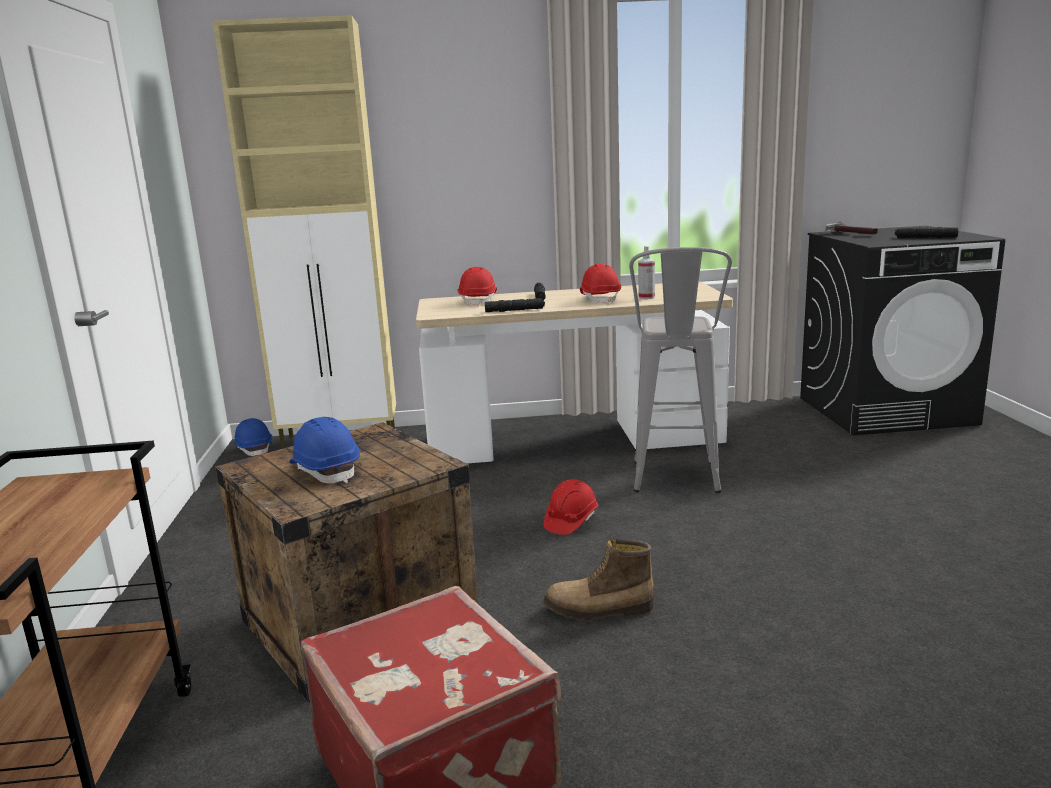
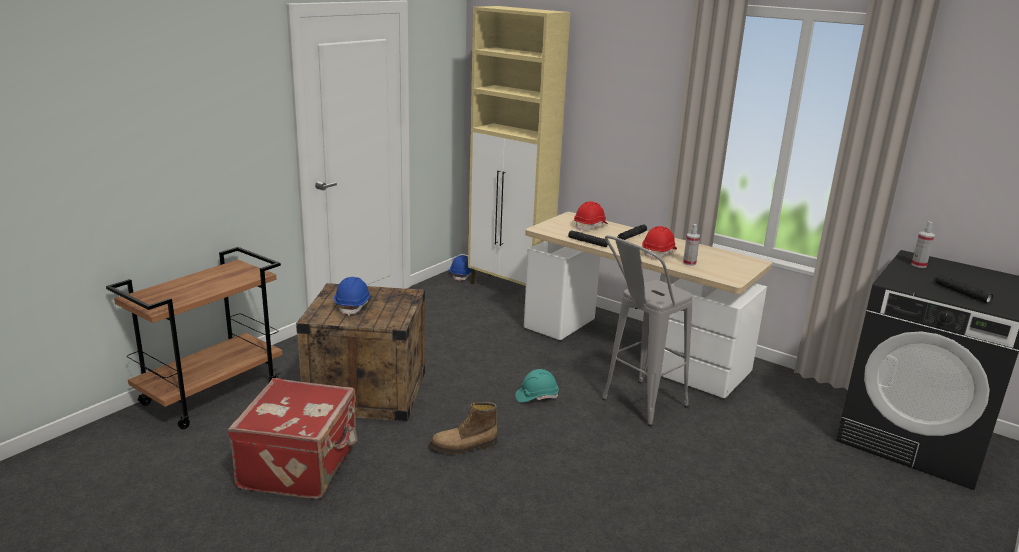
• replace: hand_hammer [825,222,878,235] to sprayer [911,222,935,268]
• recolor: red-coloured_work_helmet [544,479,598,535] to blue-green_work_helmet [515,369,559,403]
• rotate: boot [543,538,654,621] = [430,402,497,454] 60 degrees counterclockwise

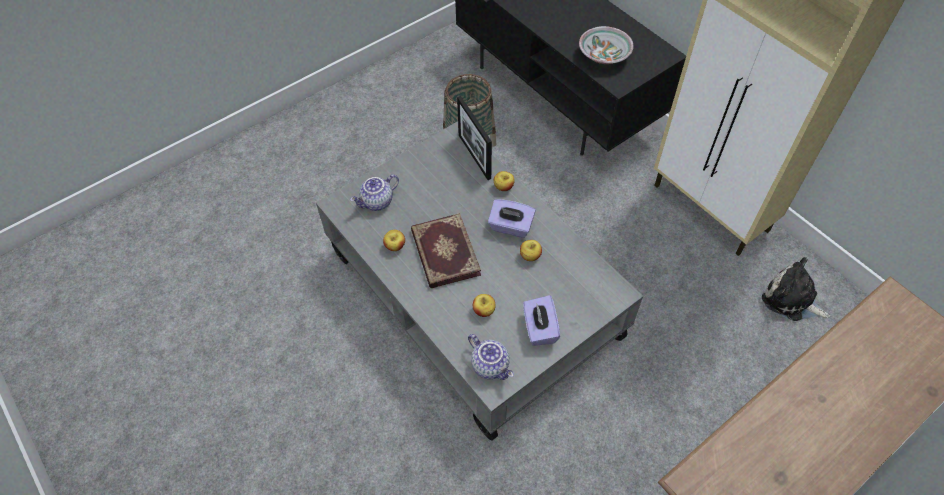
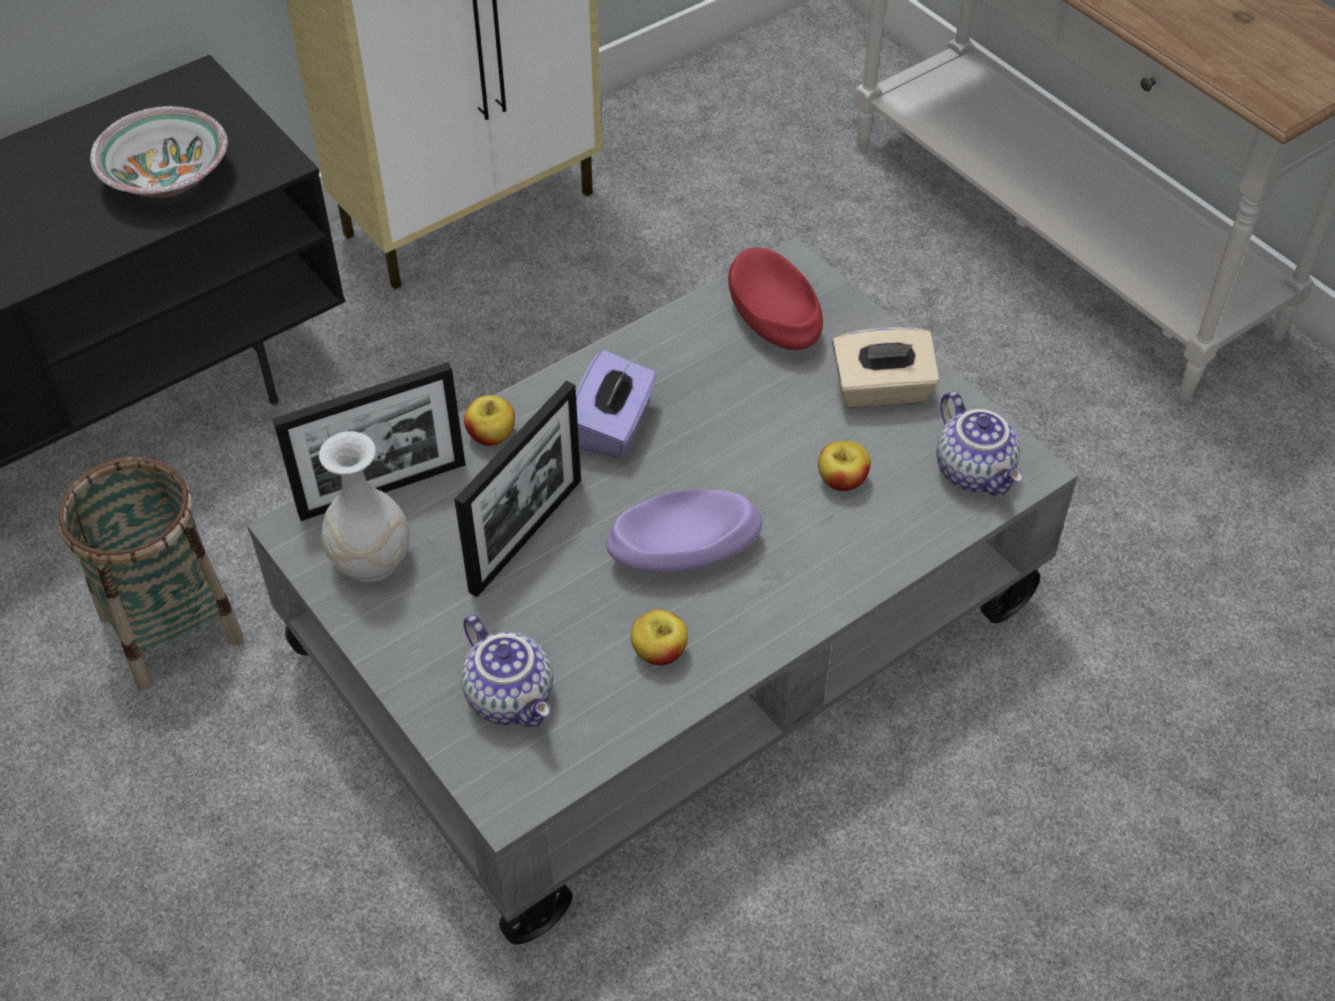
• delete: apple [520,240,542,261]
• delete: soft_toy [762,257,830,321]
• insert: whitish_flower_vase [319,431,410,582]
• insert: standing_frame [454,381,581,597]
• insert: red-coloured_serving_bowl [728,248,823,350]
• replace: volume [411,213,481,288] to purplish_serving_bowl [606,490,762,573]
• recolor: purplish_box_of_tissues [523,295,560,346] to beige-coloured_box_of_tissues [832,327,939,409]
• rotate: pot_for_tea [468,334,514,380] = [937,391,1023,496] 105 degrees clockwise

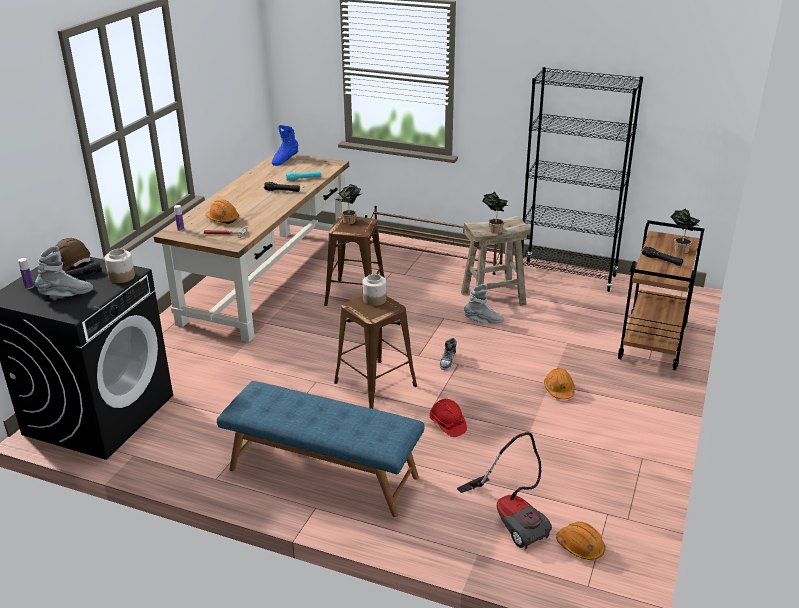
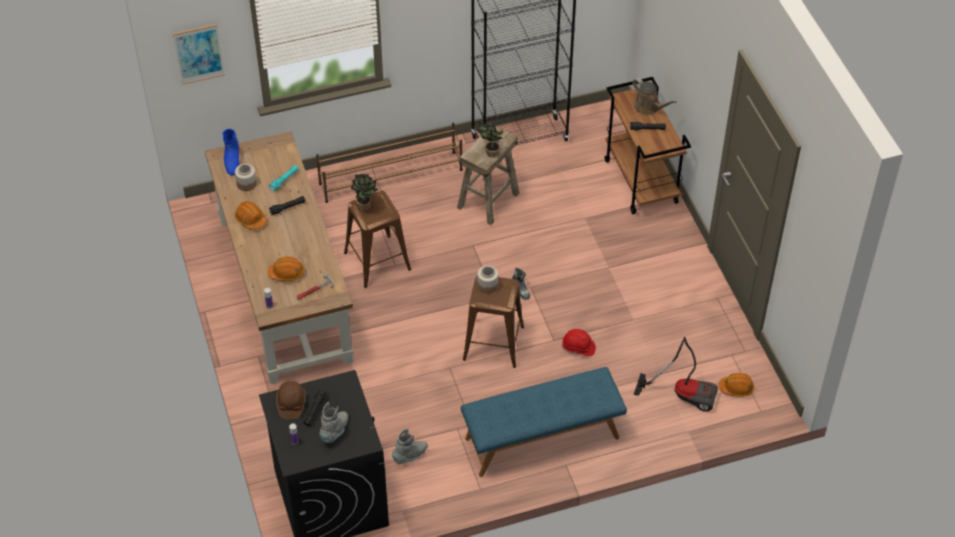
• insert: wall_picture [173,24,225,85]
• move: storage_jar [105,249,135,283] to [235,164,257,191]
• move: gray_boot [464,284,504,324] to [392,428,428,464]
• move: orange_work_helmet [544,368,575,399] to [235,201,267,230]
• replace: plant_in_a_pot [670,208,701,254] to brown_sprinkling_can [632,78,677,115]

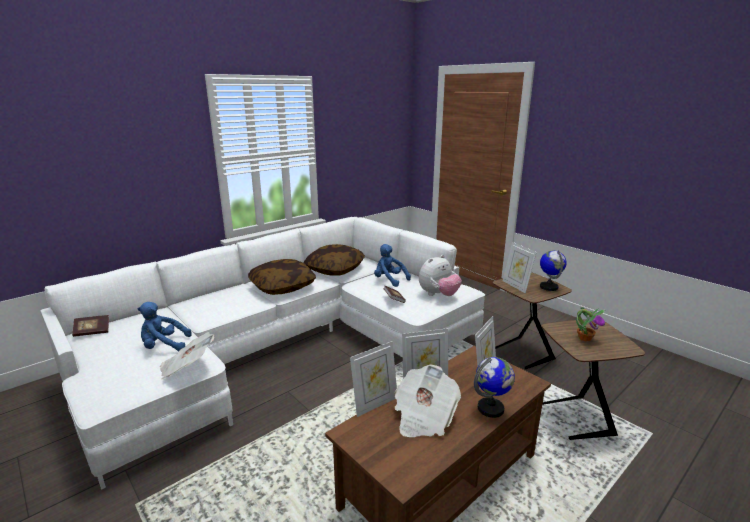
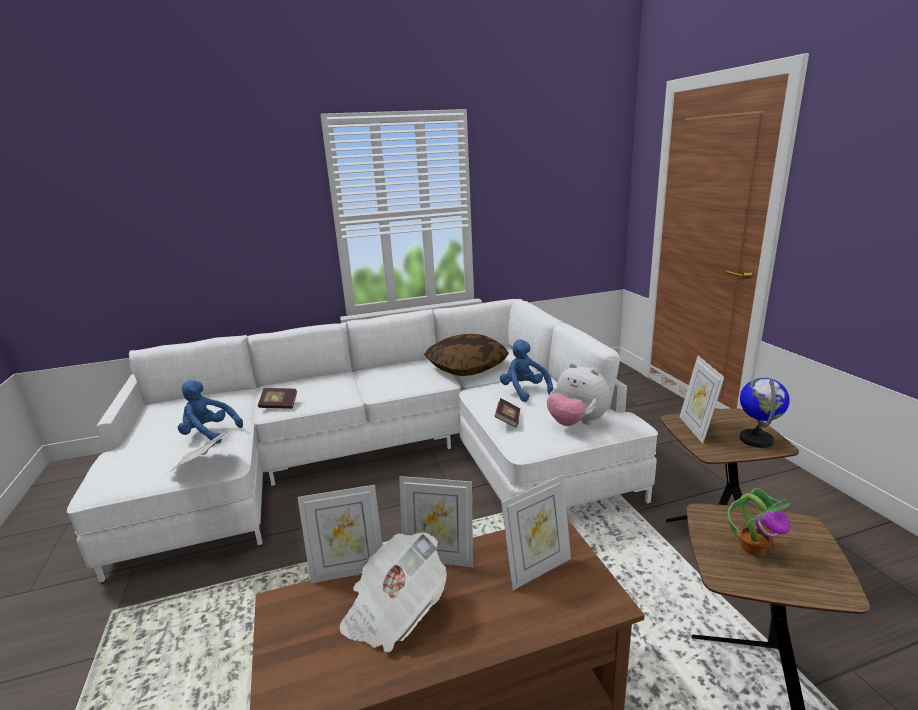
• delete: cushion [248,259,316,295]
• delete: desk_globe [474,357,515,418]
• move: volume [72,315,109,337] to [258,388,297,409]
• rotate: soft_toy [419,255,462,296] = [547,363,610,426] 60 degrees clockwise

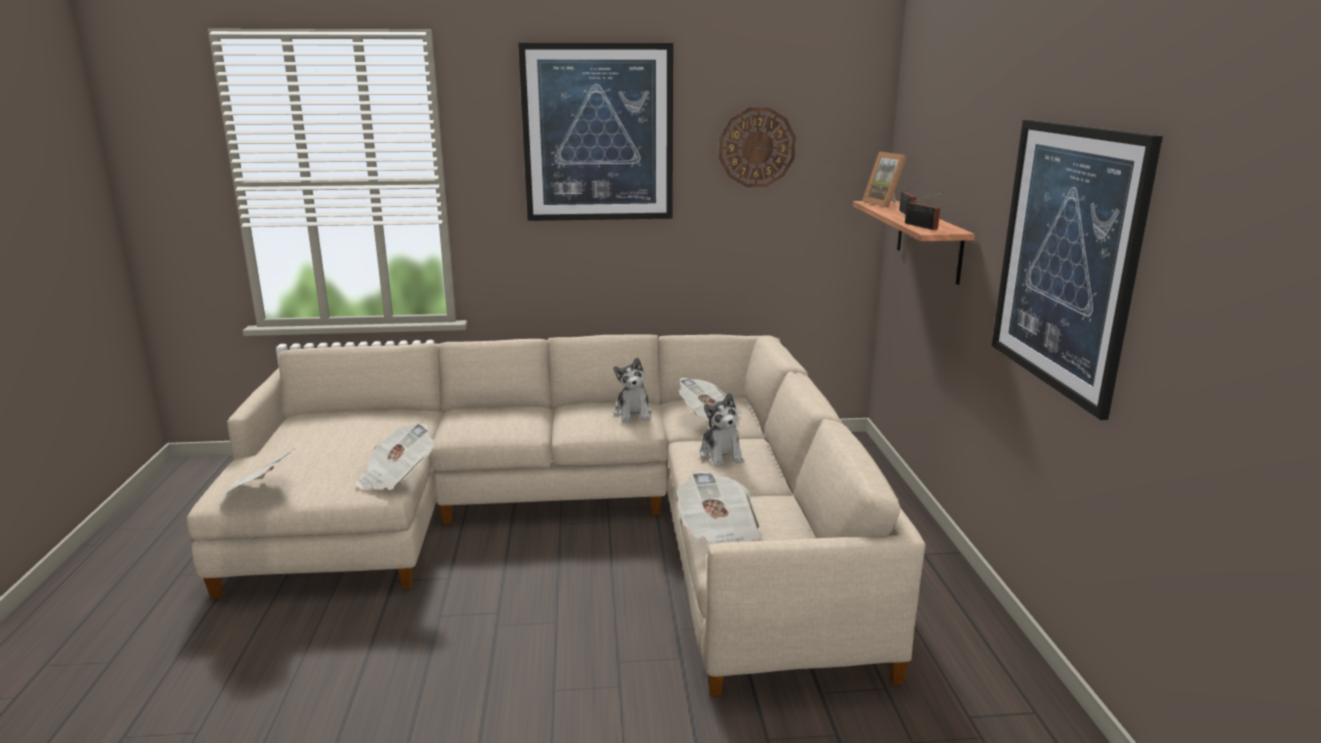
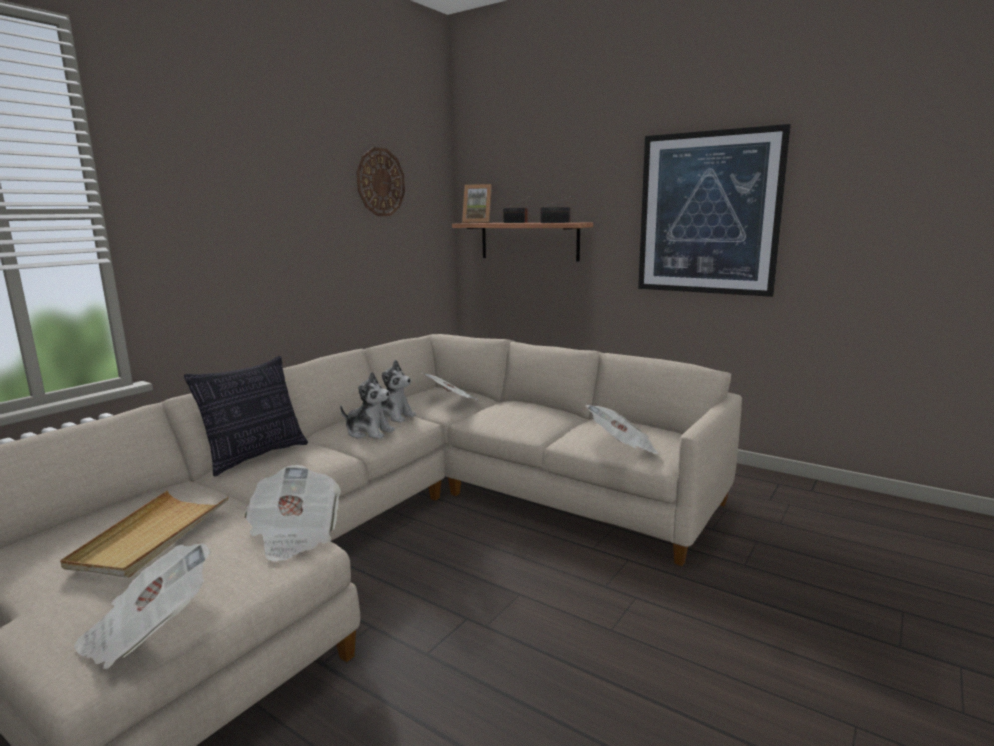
• delete: wall_picture [518,43,673,221]
• insert: beige-coloured_serving_tray [60,491,229,578]
• insert: cushion [184,356,308,477]
• move: soft_toy [699,393,745,467] to [340,372,395,439]

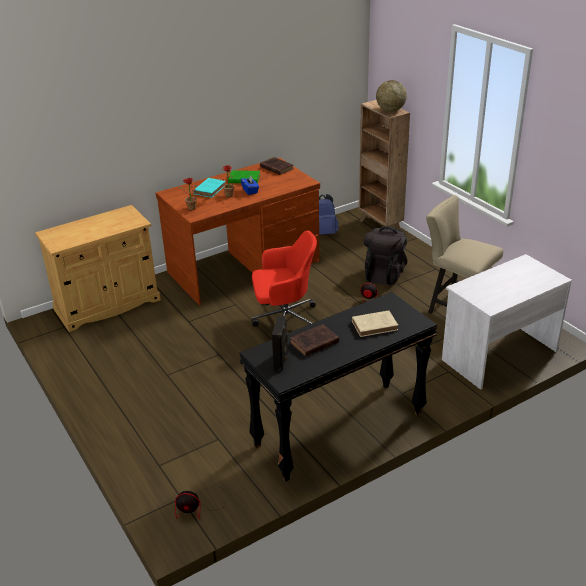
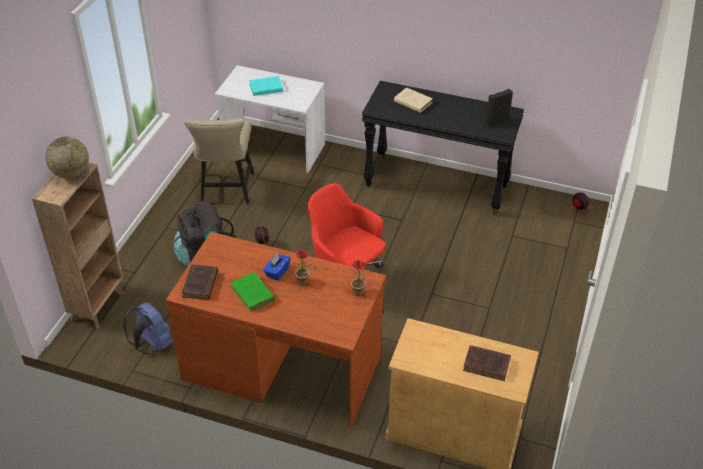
• move: blue-green_volume [193,178,225,198] to [249,76,283,96]
• move: brown_volume [290,324,339,357] to [463,345,511,381]

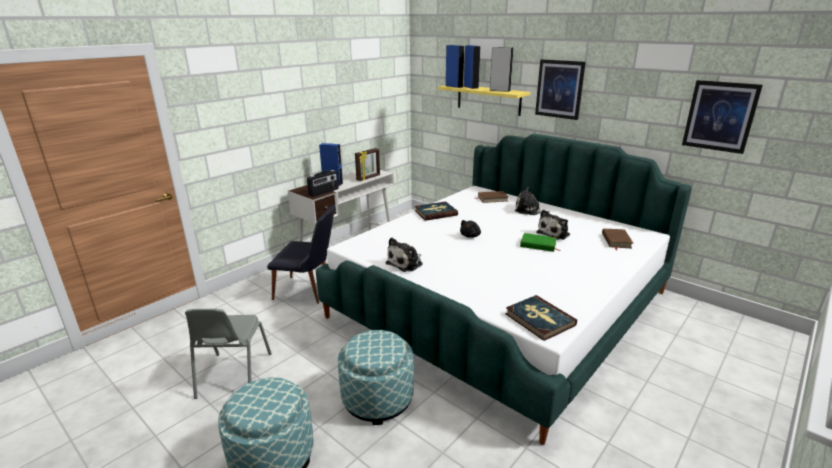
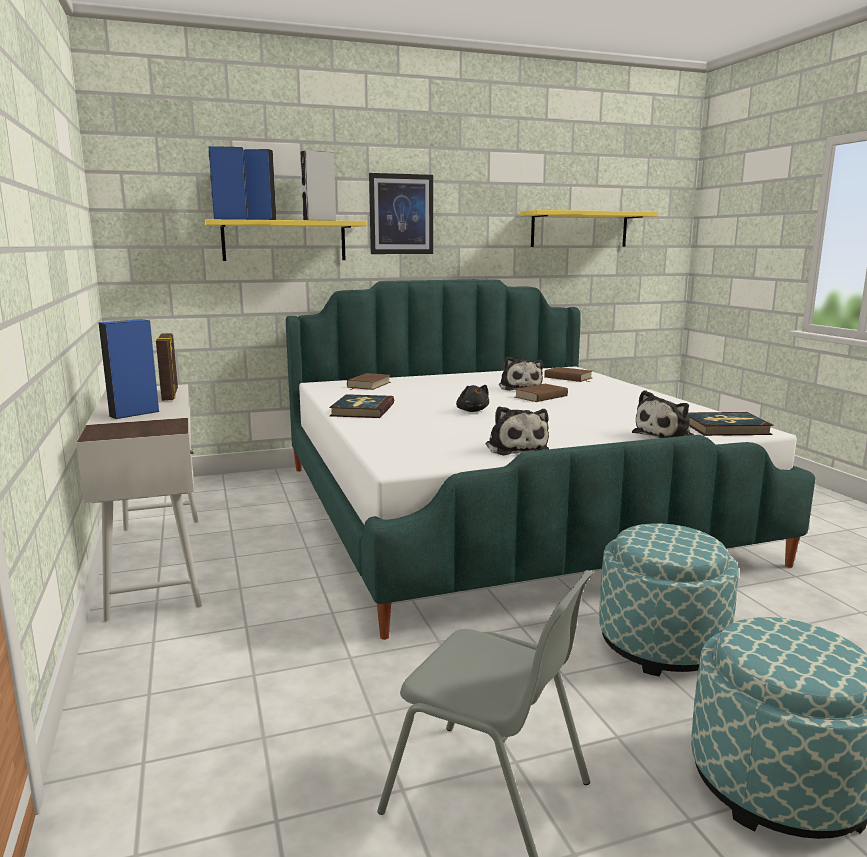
• delete: black_upright_chair [267,205,335,304]
• delete: radio [307,170,339,197]
• move: soft_toy [515,187,549,215] to [632,390,694,438]
• replace: wall_picture [682,80,763,154] to yellow_wall_shelf [520,210,658,247]
• recolor: green-coloured_volume [520,233,561,252] to brown_volume [514,384,568,402]

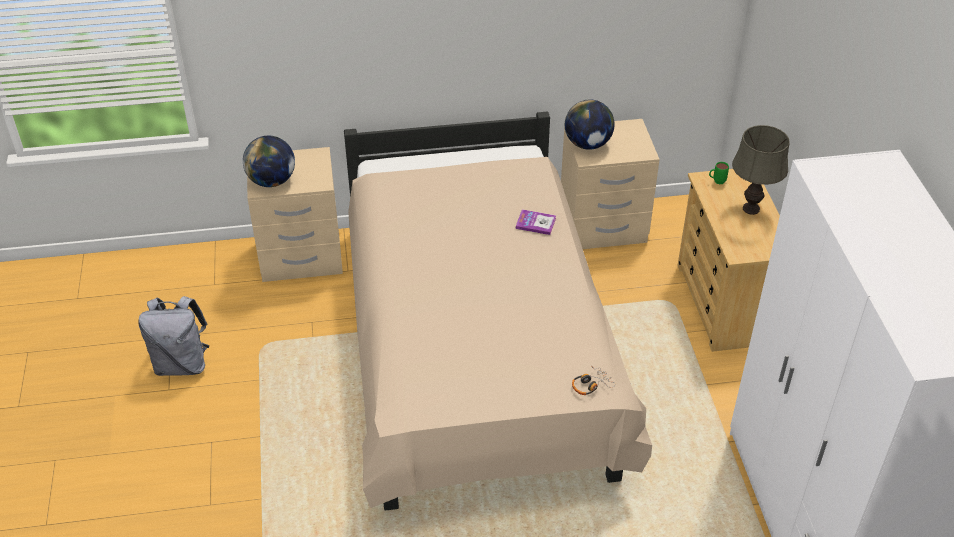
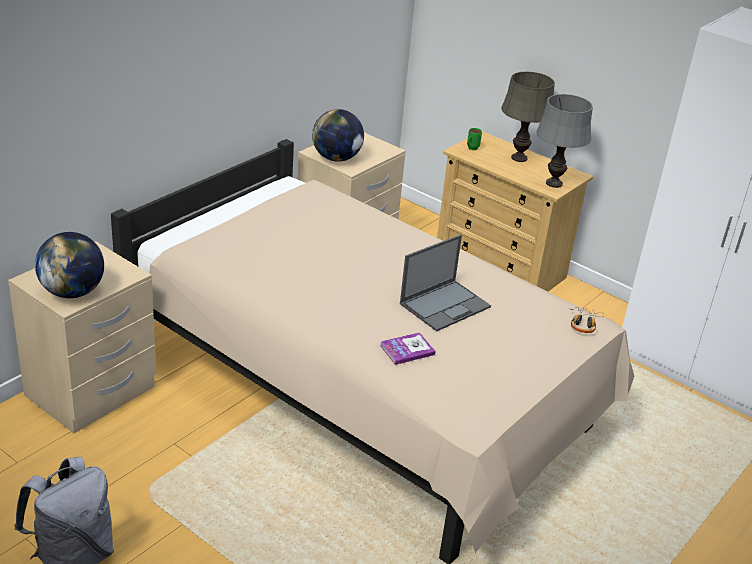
• insert: notebook_computer [400,235,491,331]
• insert: gray_table_lamp [536,94,593,188]
• move: volume [516,209,556,235] to [380,332,436,365]

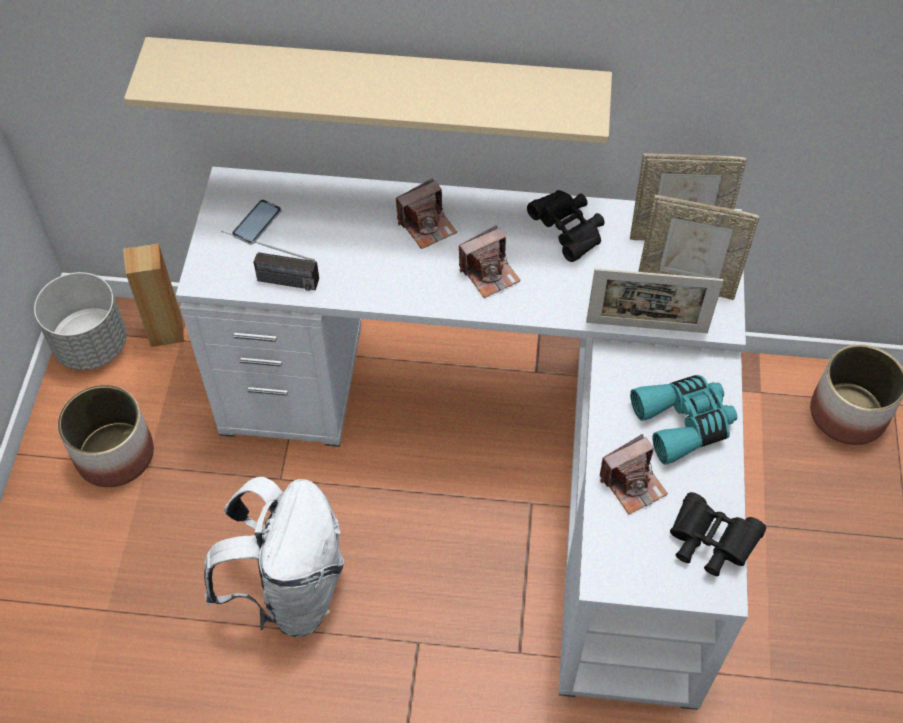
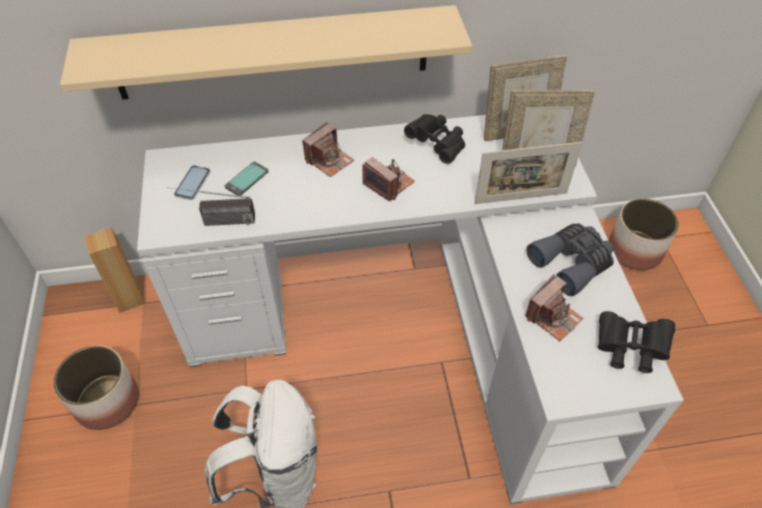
• delete: gray_flower_pot [34,272,127,370]
• insert: handset [225,162,269,196]
• recolor: blue-green_binoculars [630,375,737,465] to gray_binoculars [526,224,614,296]
• rotate: photo_camera [459,225,521,298] = [362,157,415,201] 90 degrees counterclockwise

